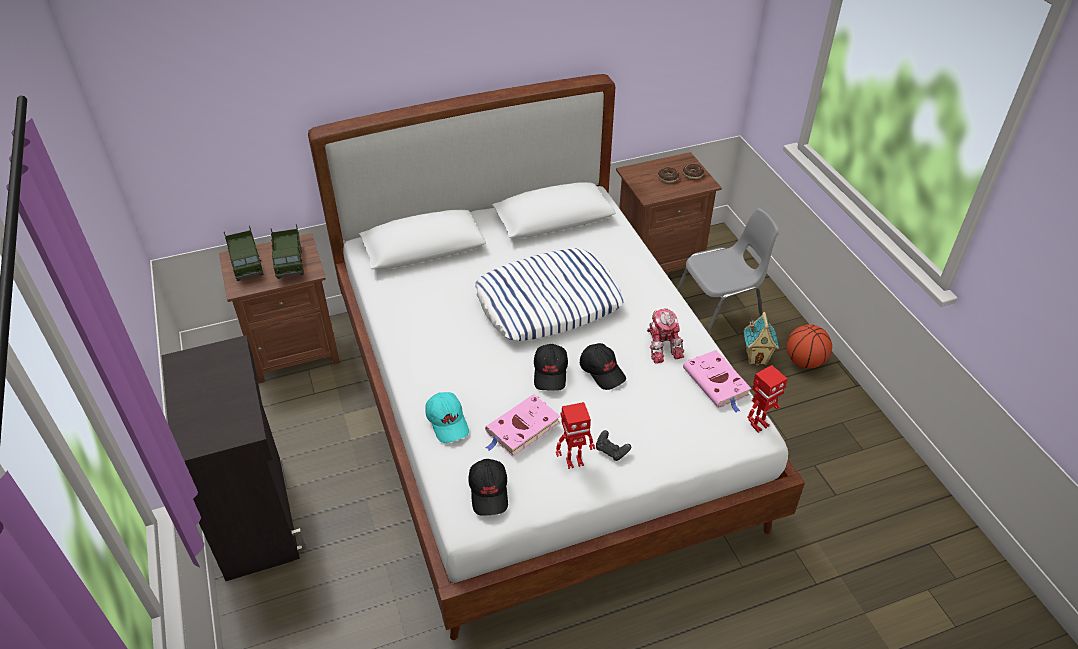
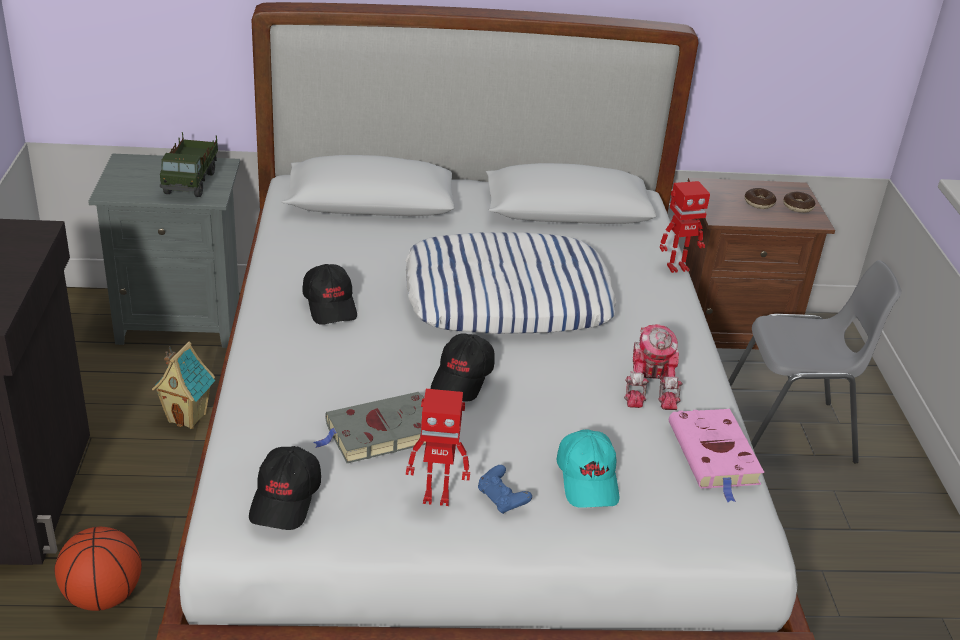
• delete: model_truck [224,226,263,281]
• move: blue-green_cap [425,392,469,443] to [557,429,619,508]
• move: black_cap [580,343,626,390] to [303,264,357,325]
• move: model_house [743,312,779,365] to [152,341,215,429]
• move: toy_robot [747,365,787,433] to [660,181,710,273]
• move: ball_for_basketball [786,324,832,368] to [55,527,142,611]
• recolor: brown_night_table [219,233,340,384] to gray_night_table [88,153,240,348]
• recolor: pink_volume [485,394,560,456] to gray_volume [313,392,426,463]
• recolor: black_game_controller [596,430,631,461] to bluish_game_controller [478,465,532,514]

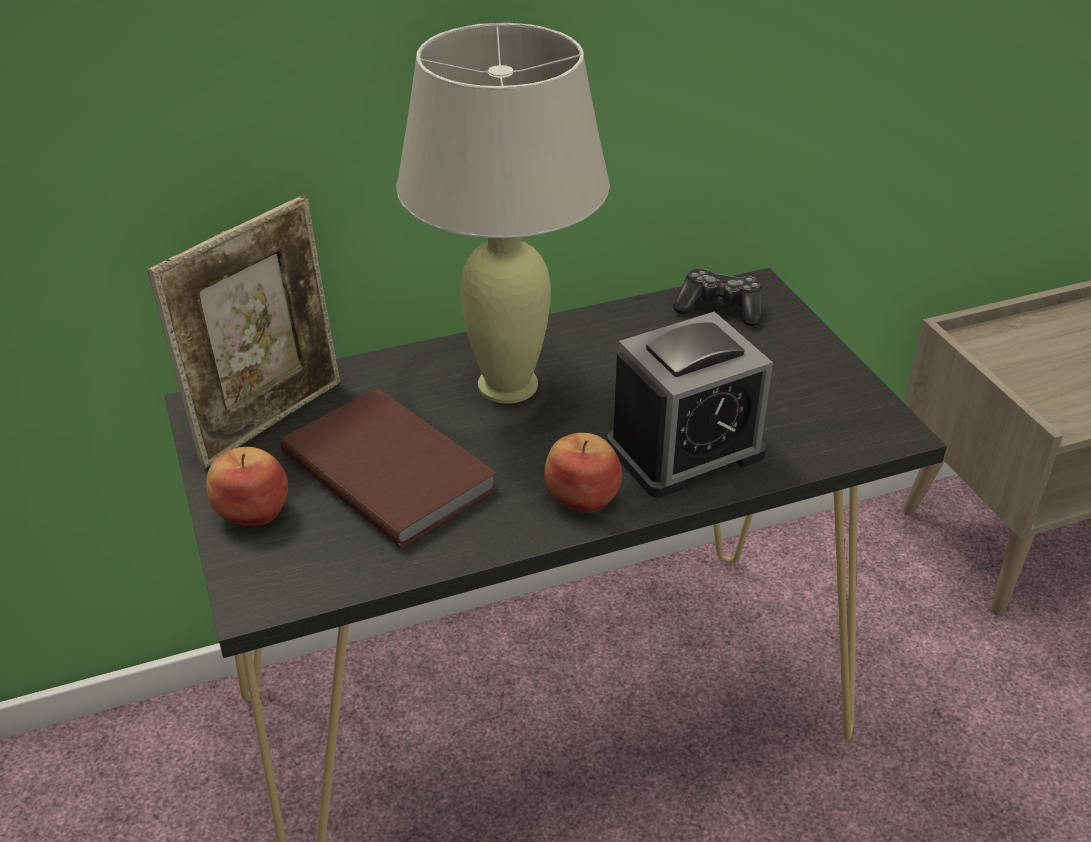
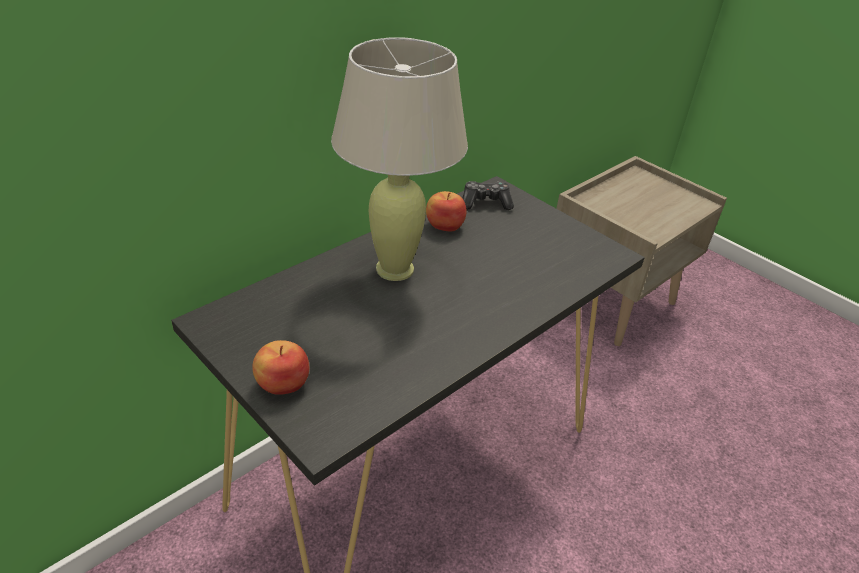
• delete: standing_frame [147,195,340,468]
• delete: brown_volume [281,388,497,548]
• delete: table_clock [607,311,773,498]
• move: apple [544,433,622,513] to [426,191,467,232]

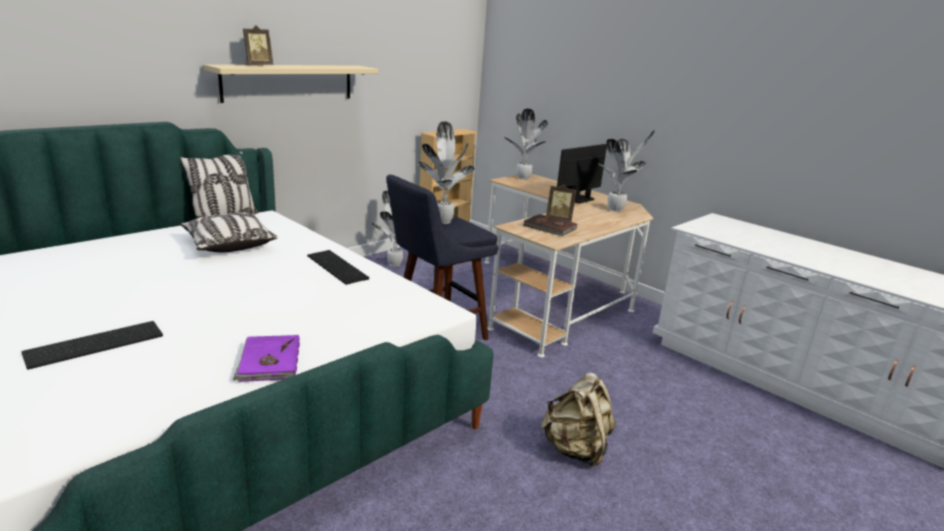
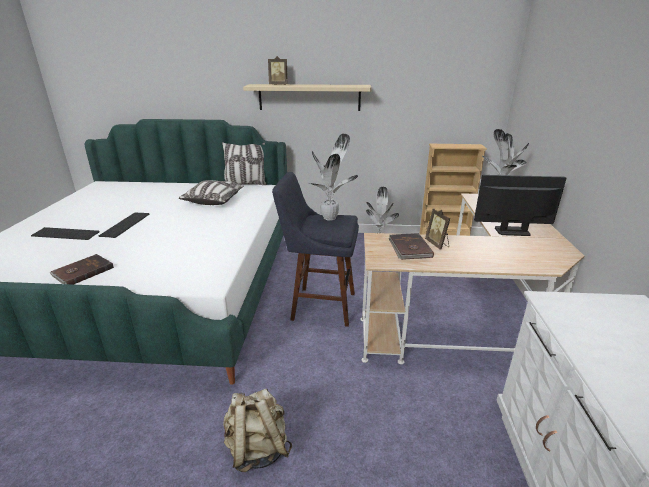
• delete: plant_in_a_pot [597,130,655,212]
• move: computer_keyboard [307,250,369,285] to [99,213,149,238]
• recolor: purplish_volume [233,335,300,382] to brown_volume [49,254,114,285]

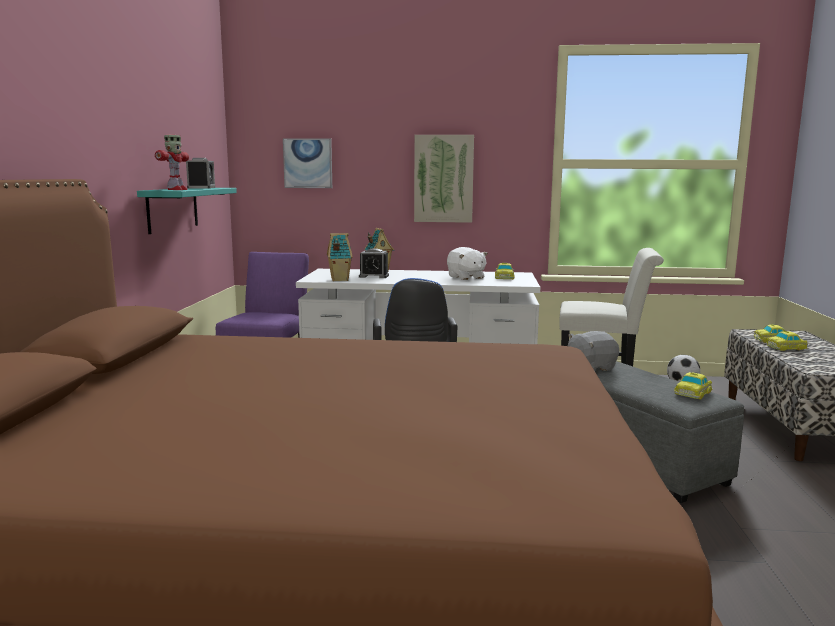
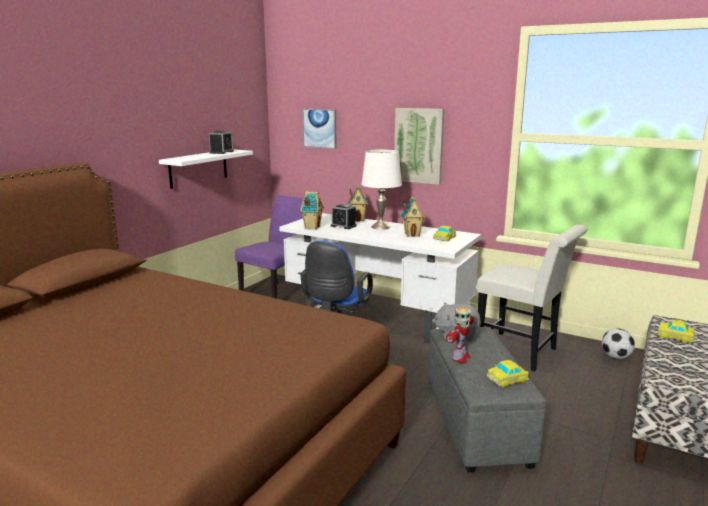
• delete: toy_car [766,331,808,351]
• insert: whitish_table_lamp [361,150,402,230]
• move: toy_robot [155,135,189,190] to [446,307,474,363]
• replace: whitish_soft_toy [447,247,488,280] to model_house [401,196,426,237]
• recolor: blue-green_wall_shelf [137,188,237,234] to whitish_wall_shelf [159,149,253,189]

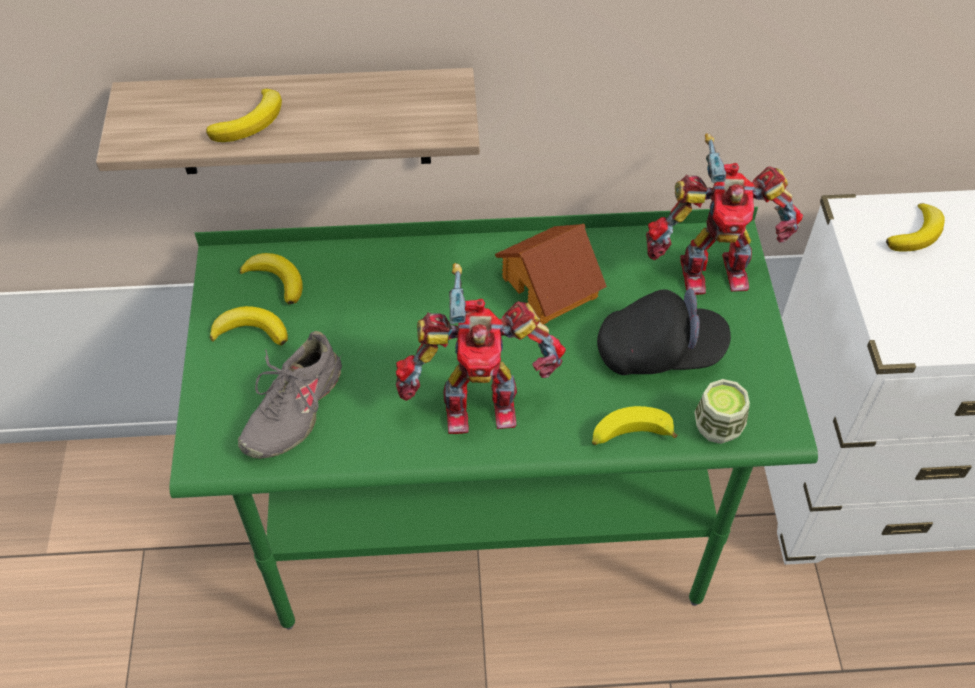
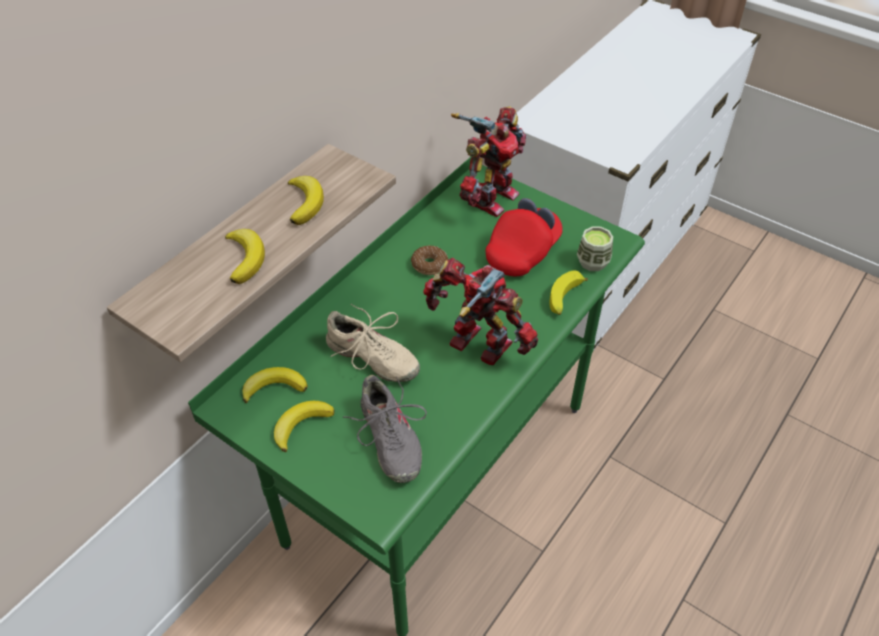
• insert: beige-coloured_low_shoe [326,304,420,382]
• move: banana_fruit [886,203,945,252] to [288,176,324,225]
• replace: model_house [495,224,607,324] to ring_doughnut [411,246,448,275]
• recolor: black_cap [597,288,731,375] to red-coloured_cap [486,198,563,276]
• rotate: toy_robot [396,263,566,434] = [423,257,538,365] 90 degrees counterclockwise

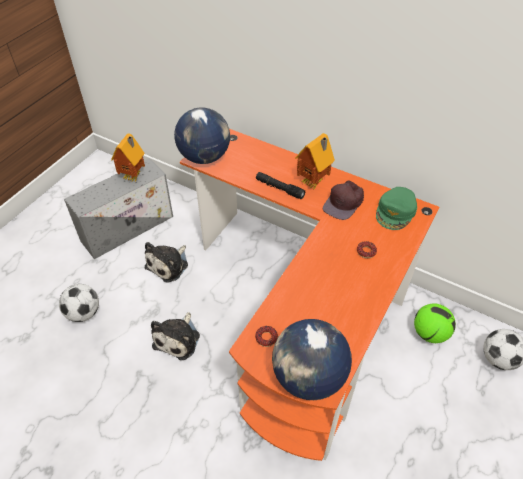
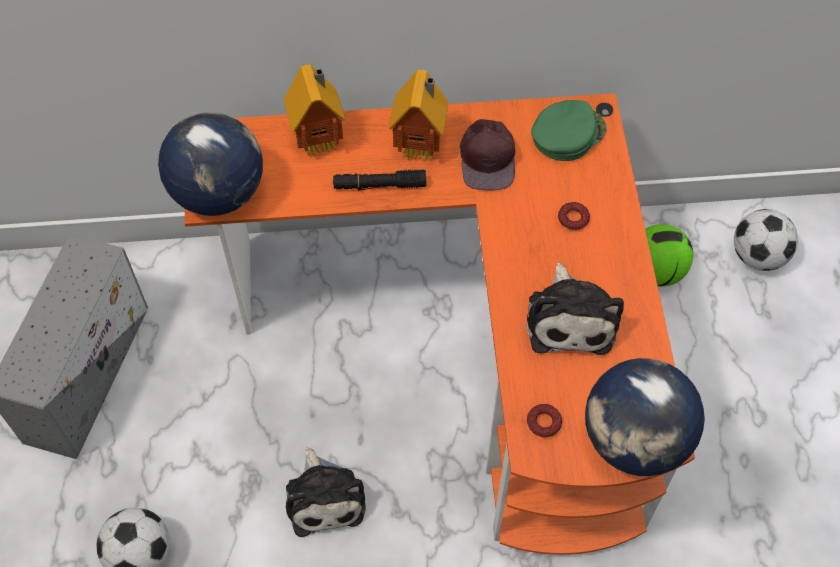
• move: model_house [111,133,145,182] to [284,65,345,156]
• move: soft_toy [145,242,188,283] to [526,263,624,355]
• rotate: green-coloured_cap [376,187,417,230] = [531,100,607,161] 120 degrees counterclockwise

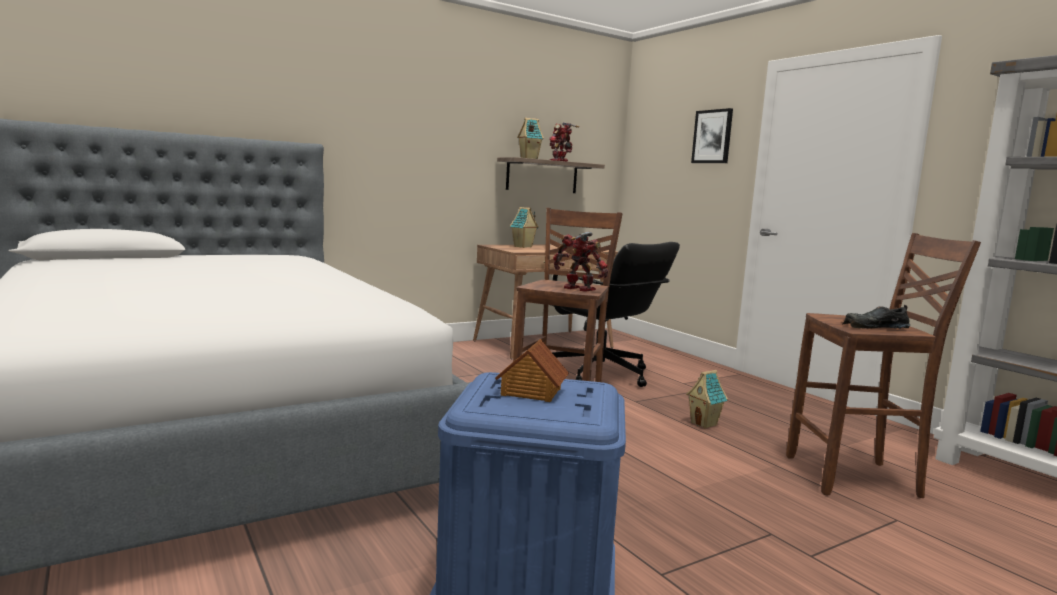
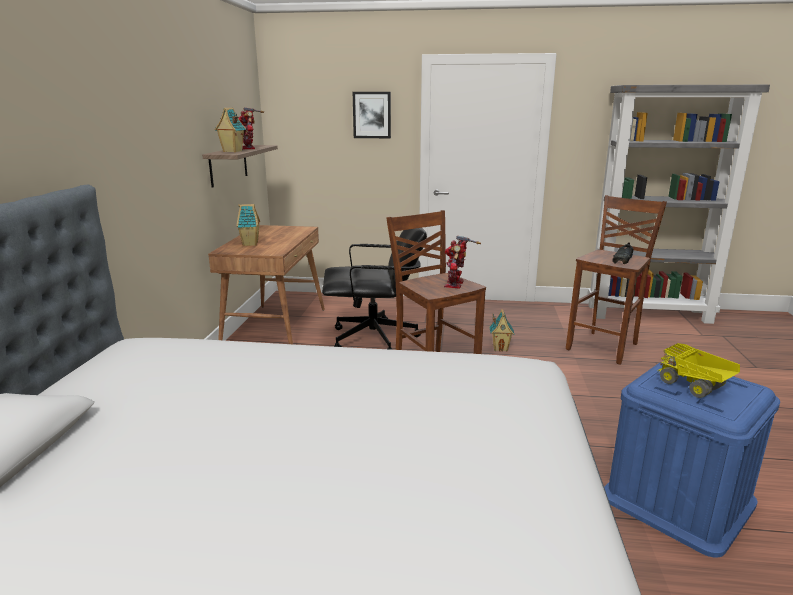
• replace: model_house [495,339,569,402] to model_truck [657,343,740,398]
• rotate: toy_robot [553,232,608,292] = [444,235,481,289] 60 degrees counterclockwise

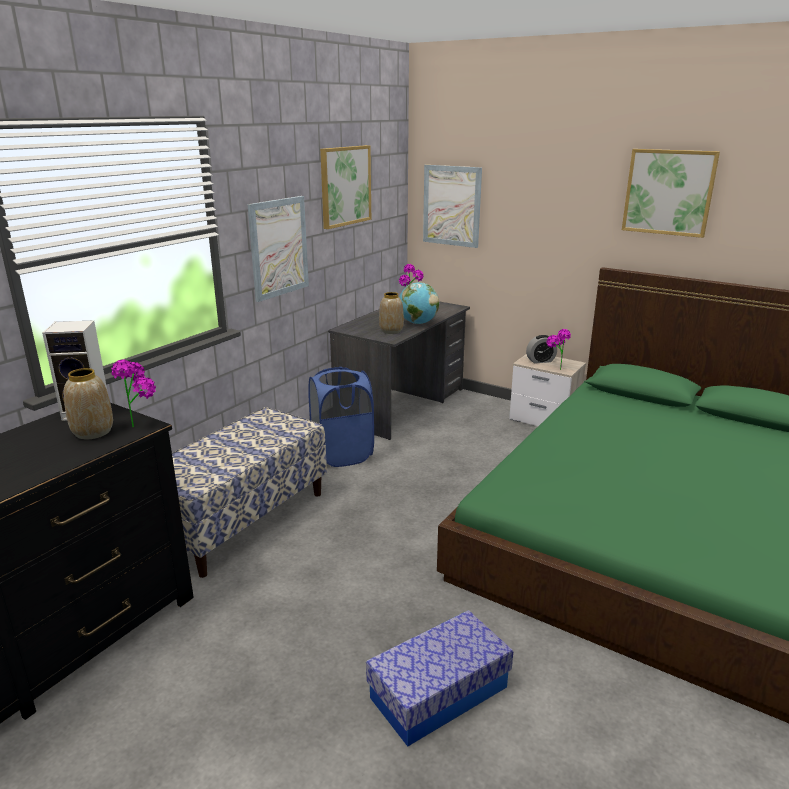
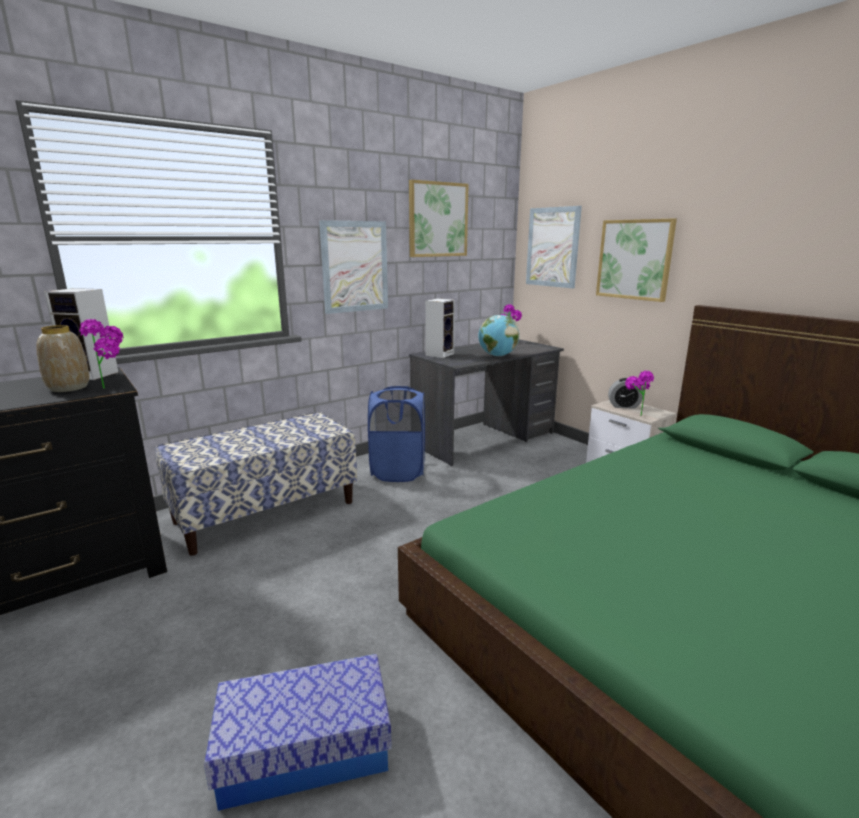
• delete: flower_vase [379,292,404,334]
• insert: loudspeaker [425,298,455,358]
• move: wall_picture [622,149,720,238] to [596,219,677,302]

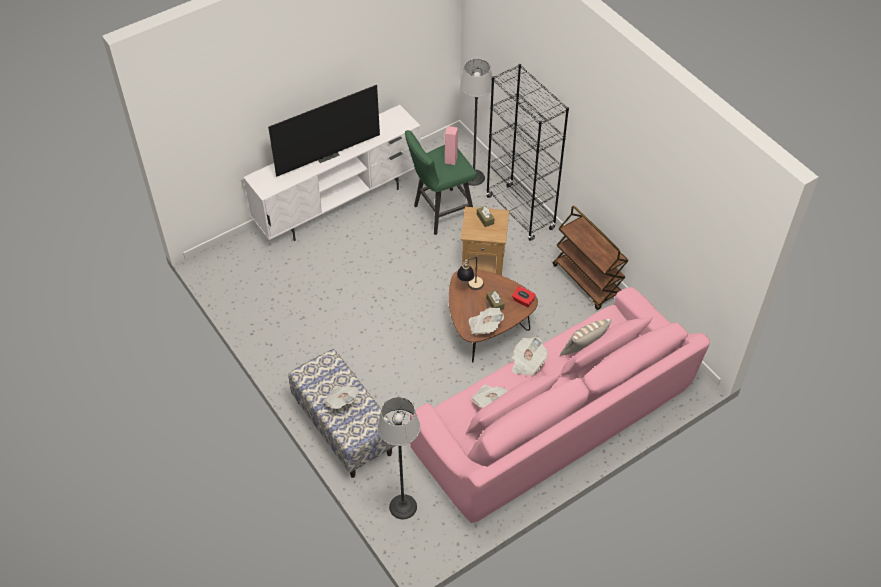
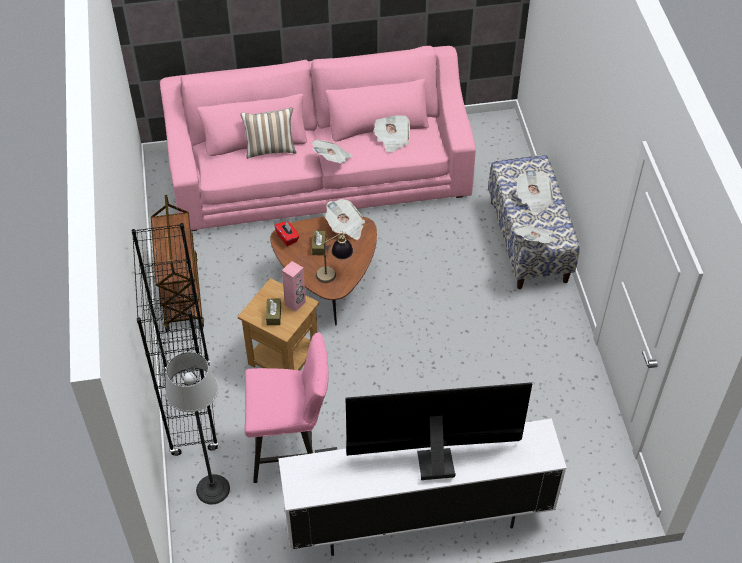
• delete: standing_lamp [378,397,420,519]
• insert: printed_paper [514,225,553,244]
• move: pink_loudspeaker [445,126,458,165] to [282,261,306,312]
• recolor: green-coloured_sitting_stool [405,130,477,235] to pink_sitting_stool [245,332,328,483]

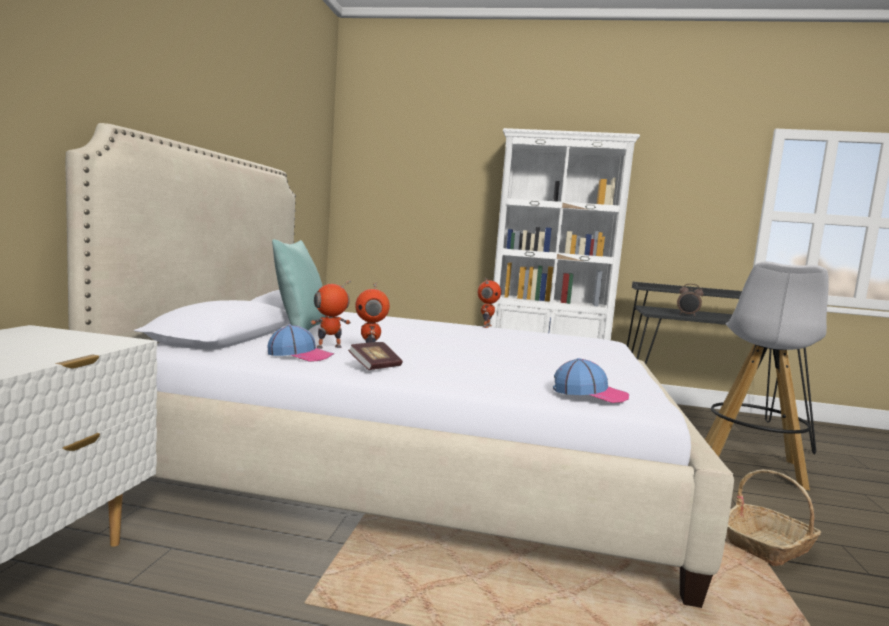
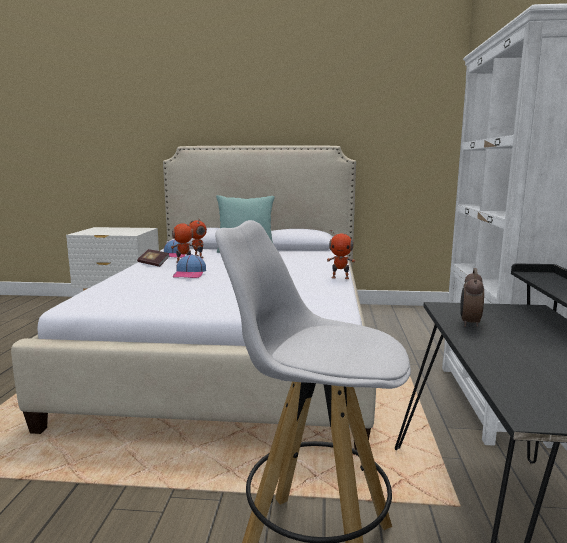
• delete: basket [727,469,821,566]
• move: cap [553,358,629,403] to [173,254,206,278]

